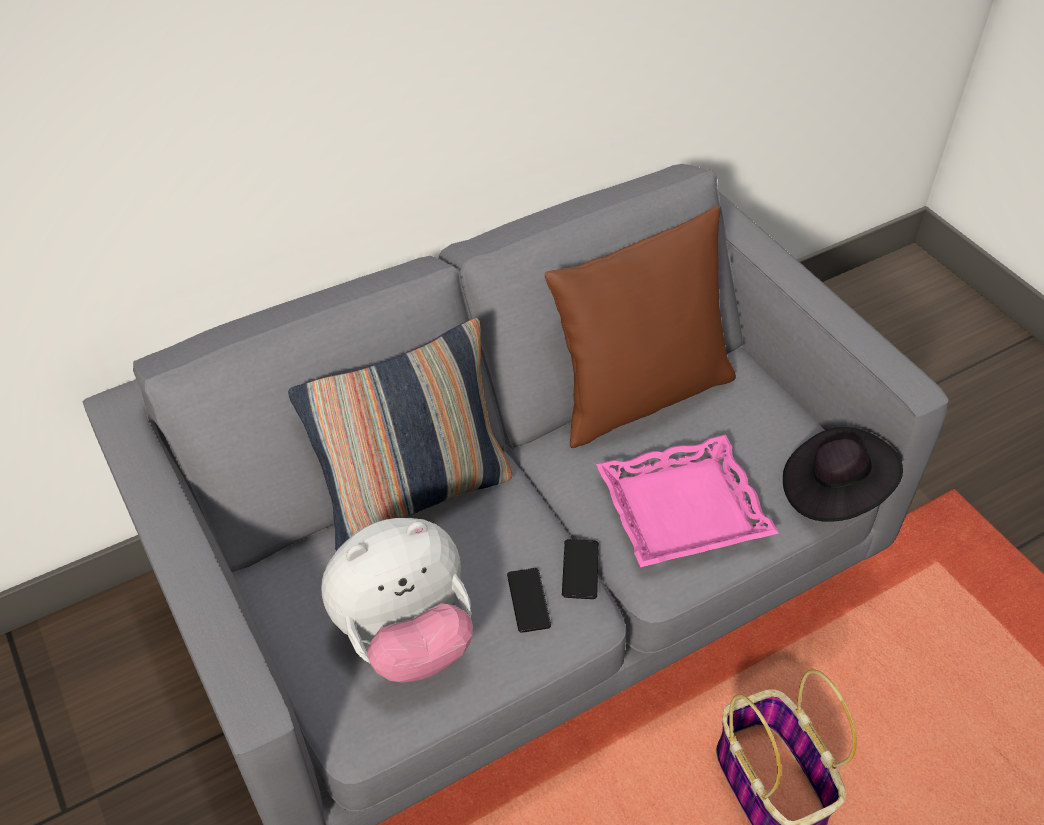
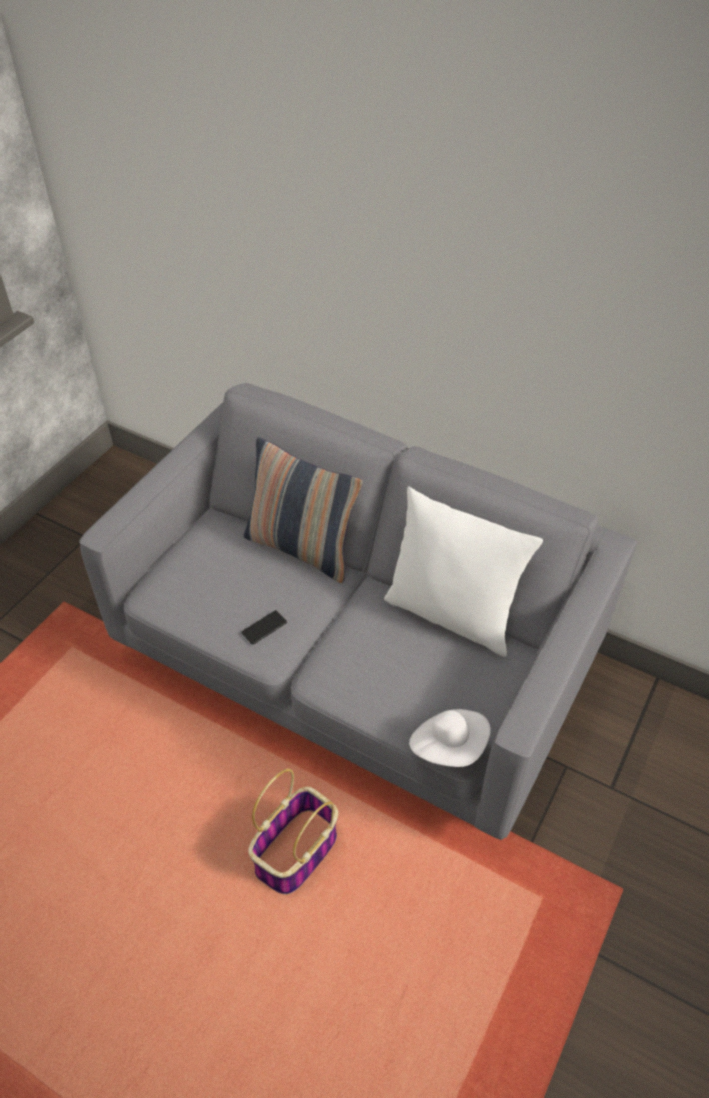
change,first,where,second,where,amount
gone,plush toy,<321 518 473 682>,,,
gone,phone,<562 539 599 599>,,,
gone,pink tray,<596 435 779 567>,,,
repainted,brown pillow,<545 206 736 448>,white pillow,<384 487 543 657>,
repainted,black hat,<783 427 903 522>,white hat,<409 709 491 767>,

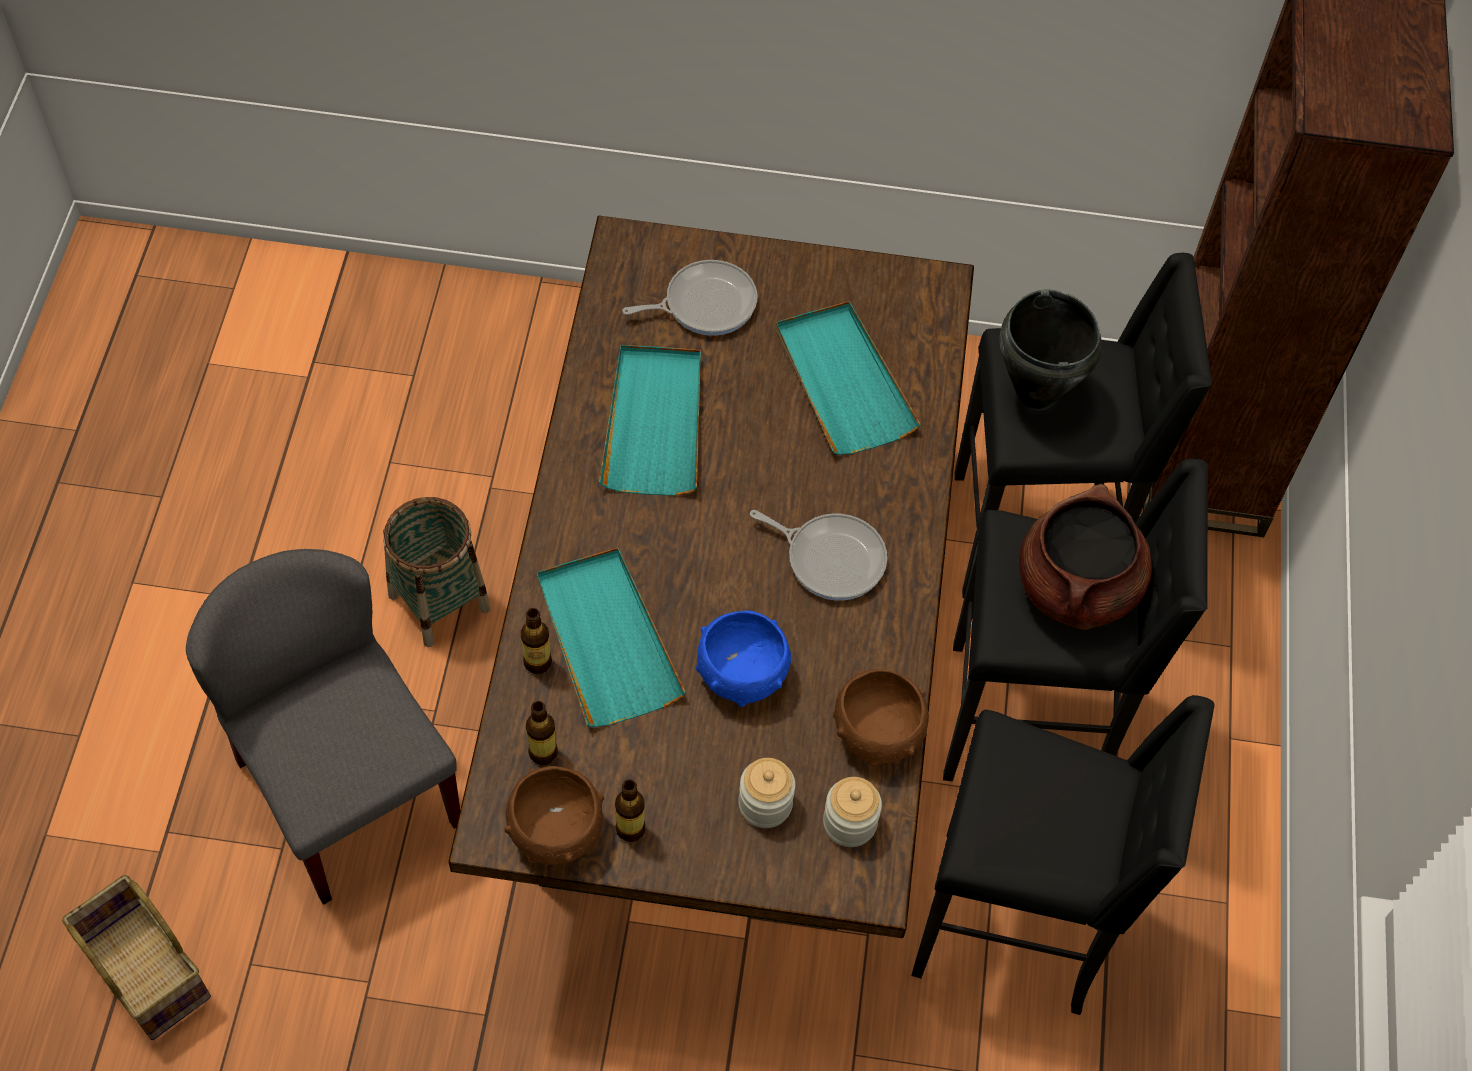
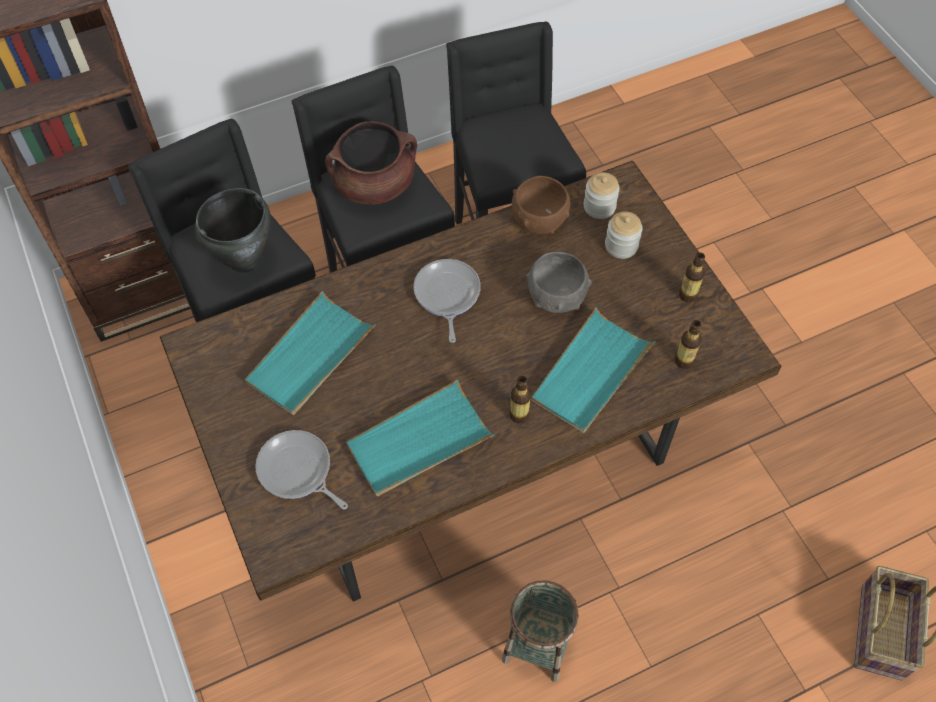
change,first,where,second,where,amount
gone,grey chair,<186 549 460 905>,,,
gone,brown bowl,<505 766 604 865>,,,
shifted,bottle,<521 608 552 674>,,<509 376 531 423>,
repainted,blue bowl,<696 610 791 707>,grey bowl,<526 251 592 313>,

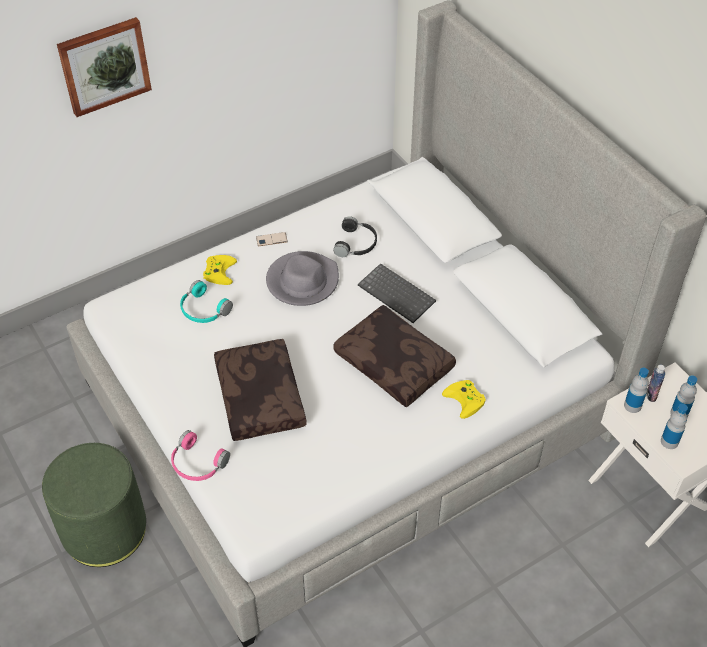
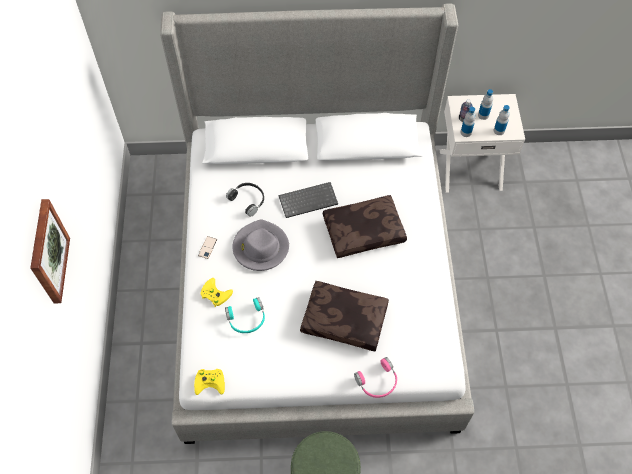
change,first,where,second,where,amount
shifted,yellow game controller,<442 380 486 419>,,<194 369 225 395>,

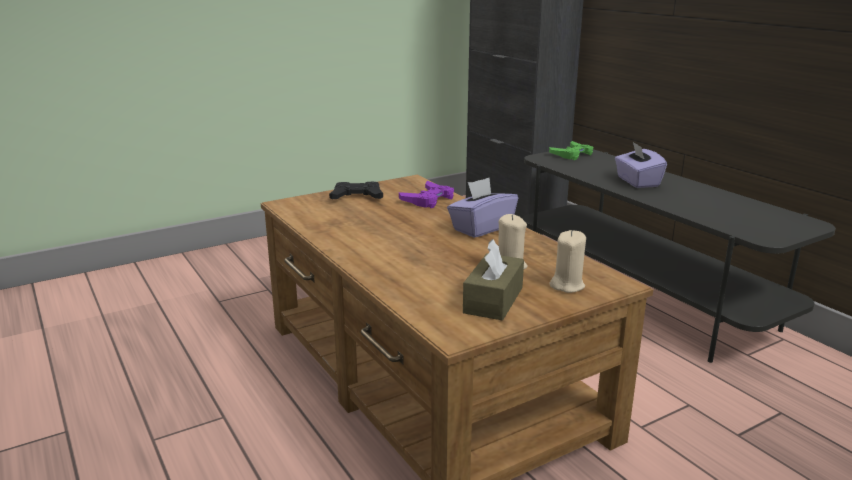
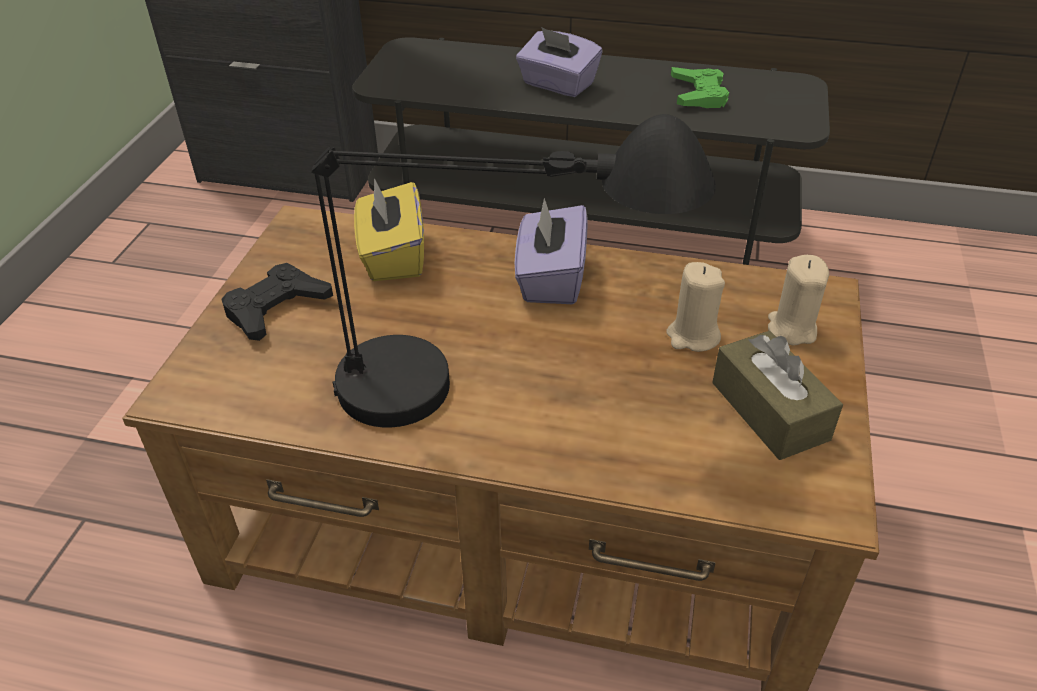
change,first,where,second,where,amount
new,,,black table lamp,<311 114 716 428>,
shifted,green game controller,<549 141 593 160>,,<671 67 729 108>,
swapped,purple game controller,<399 181 454 208>,yellow tissue box,<354 178 424 281>,

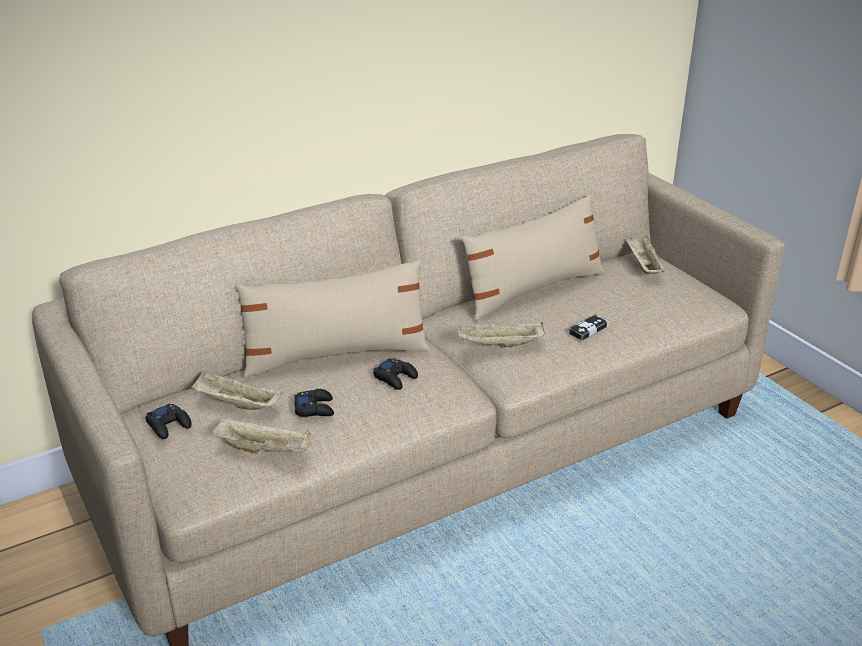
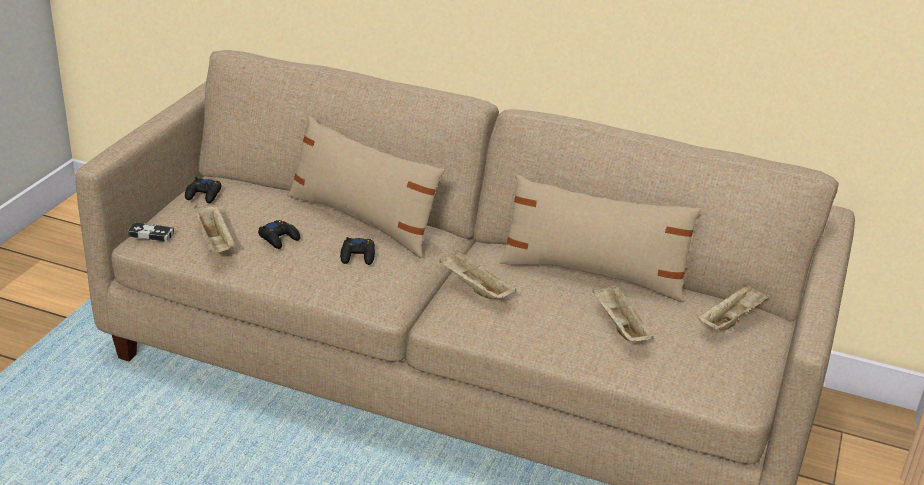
change,first,where,second,where,amount
shifted,beige tray,<191 371 283 410>,,<592 284 654 342>,
shifted,game controller,<569 314 609 341>,,<128 222 174 242>,

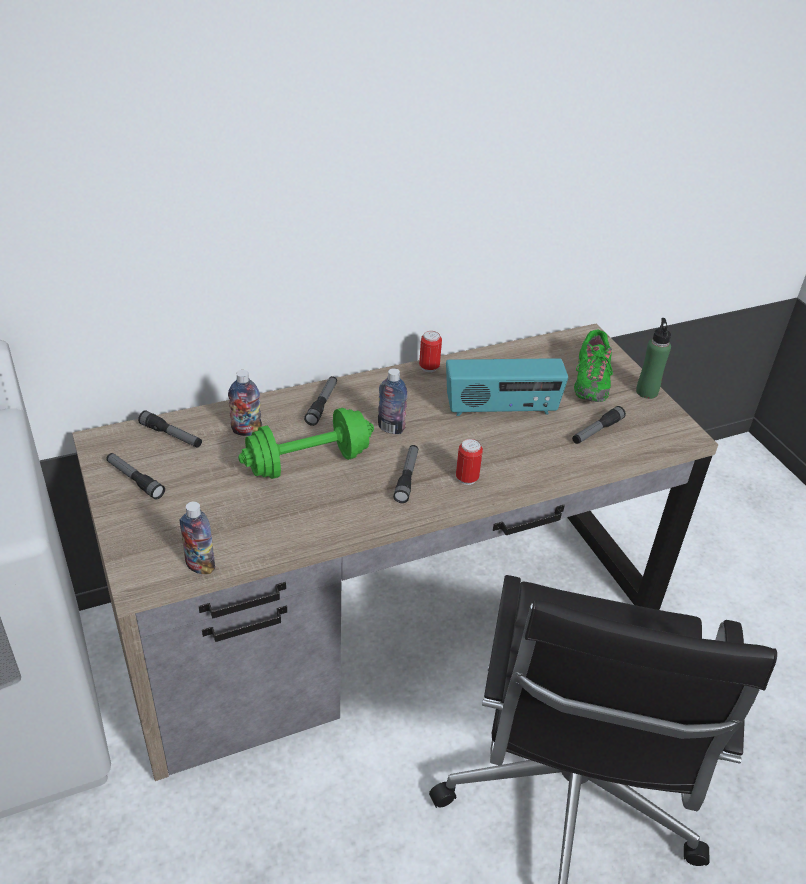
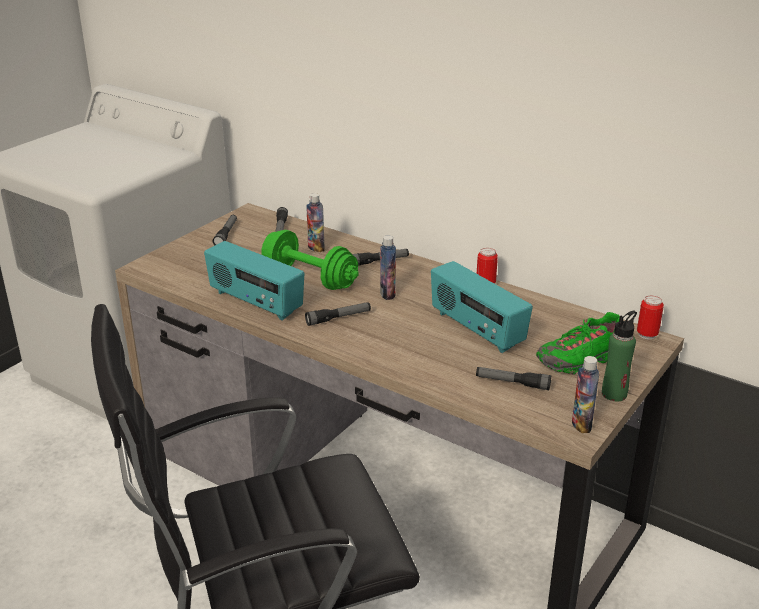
change,first,where,second,where,amount
new,,,radio,<204 241 304 321>,
shifted,bottle,<179 501 215 574>,,<572 356 599 433>,
shifted,can,<456 439 483 485>,,<637 296 664 340>,

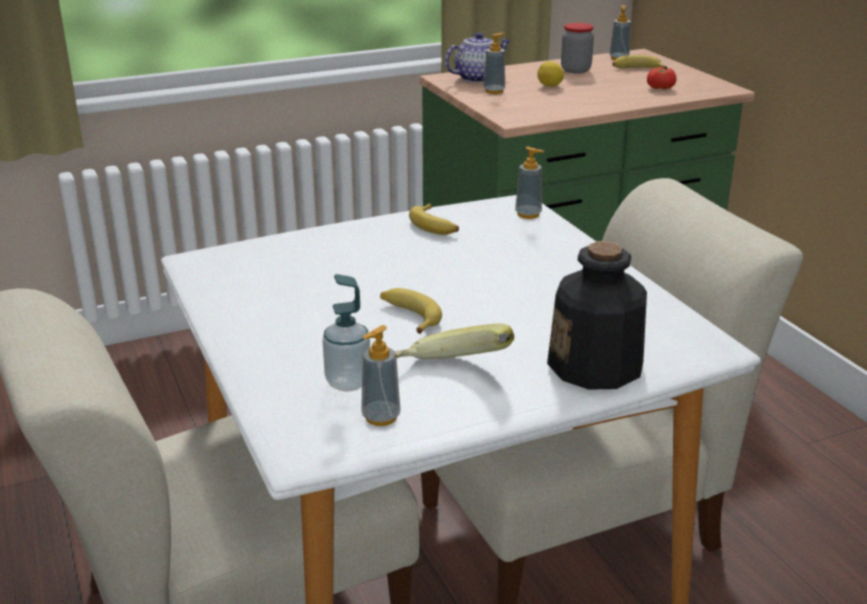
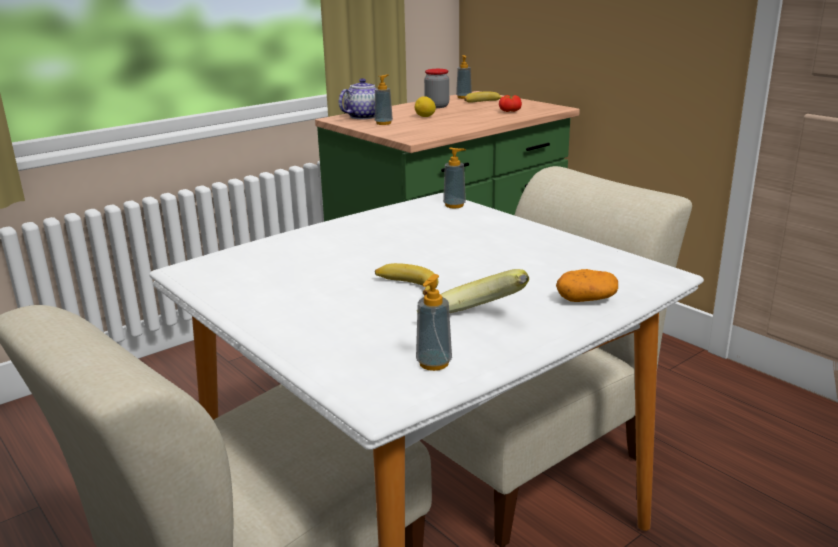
change,first,where,second,where,amount
gone,soap dispenser,<323 274 370 391>,,,
gone,banana,<409 204 459 235>,,,
swapped,bottle,<547 241 647 390>,potato,<556 269 618 302>,

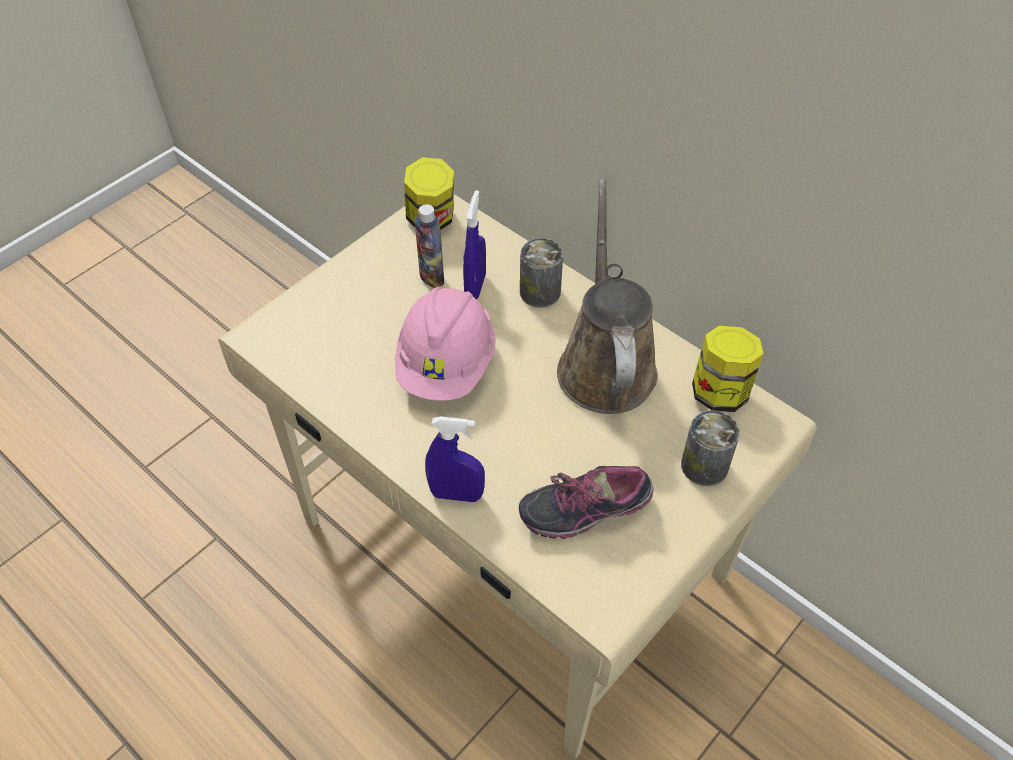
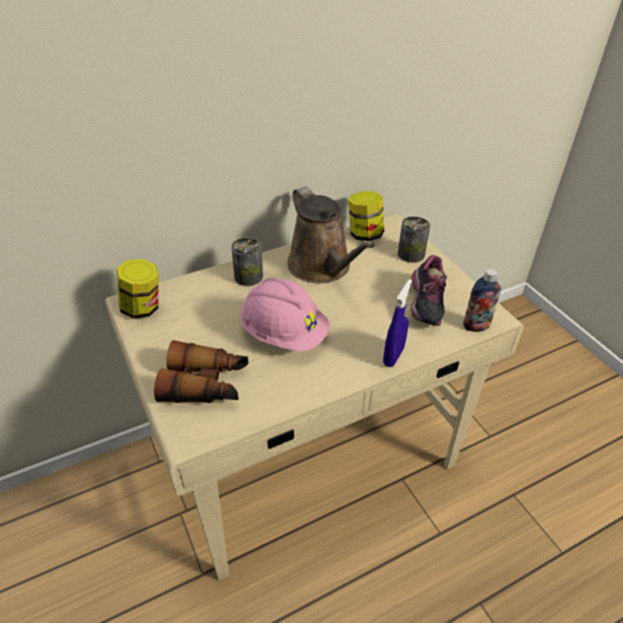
change,first,where,second,where,amount
gone,blue spray bottle,<463 190 486 299>,,,
new,,,binoculars,<154 340 248 403>,
shifted,bottle,<414 204 444 288>,,<463 268 501 332>,
rotated,brown watering can,<557 179 658 414>,,<287 186 375 283>,135 degrees counterclockwise

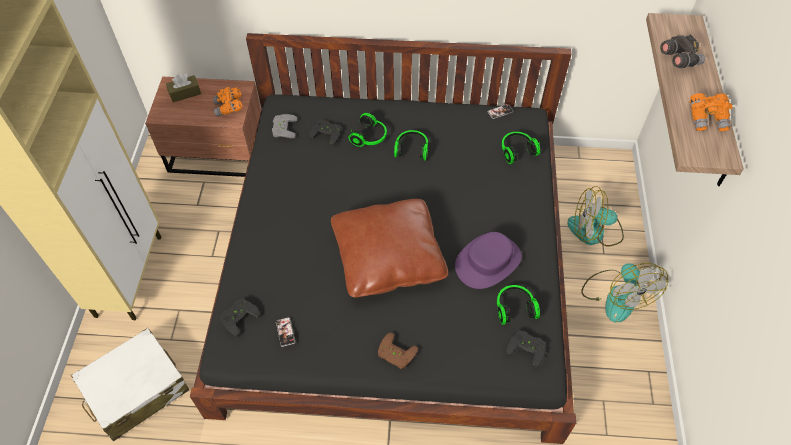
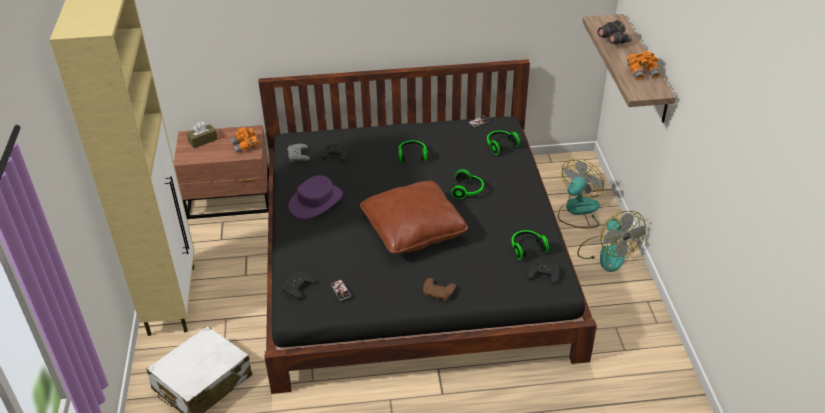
change,first,where,second,where,amount
shifted,headphones,<349 113 387 147>,,<451 169 484 199>,
shifted,purple hat,<455 232 522 289>,,<289 175 343 219>,
rotated,fan,<567 186 624 247>,,<558 159 604 229>,135 degrees clockwise

